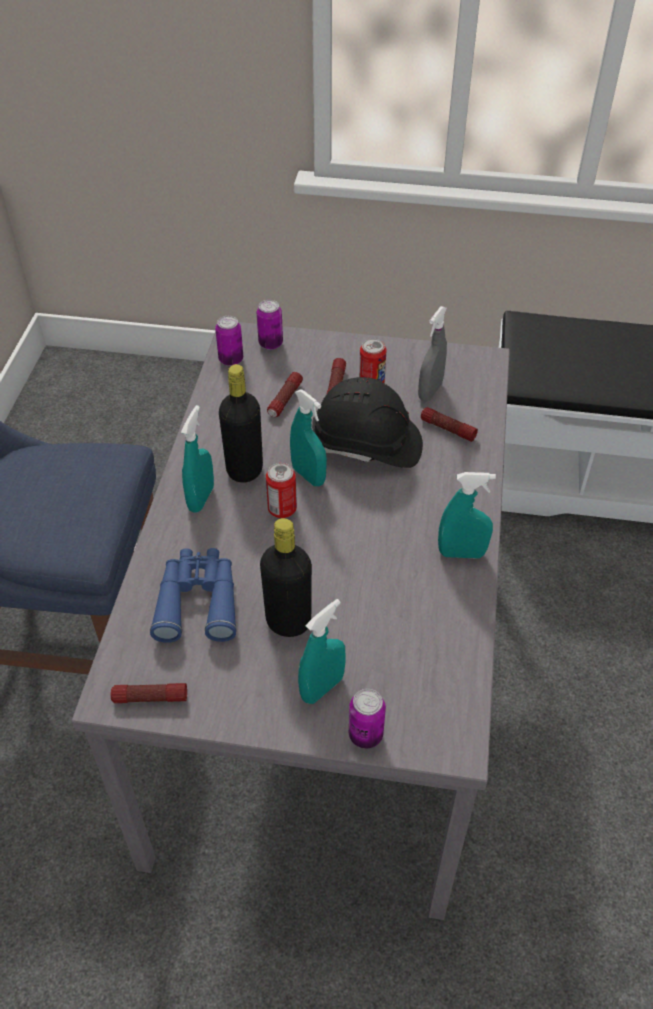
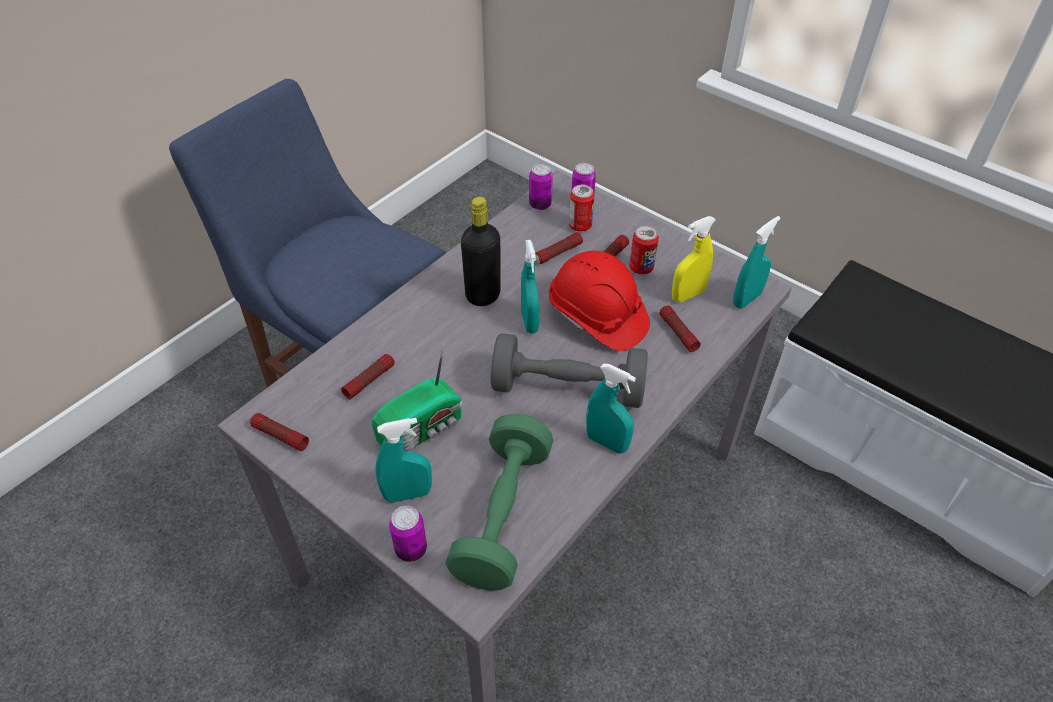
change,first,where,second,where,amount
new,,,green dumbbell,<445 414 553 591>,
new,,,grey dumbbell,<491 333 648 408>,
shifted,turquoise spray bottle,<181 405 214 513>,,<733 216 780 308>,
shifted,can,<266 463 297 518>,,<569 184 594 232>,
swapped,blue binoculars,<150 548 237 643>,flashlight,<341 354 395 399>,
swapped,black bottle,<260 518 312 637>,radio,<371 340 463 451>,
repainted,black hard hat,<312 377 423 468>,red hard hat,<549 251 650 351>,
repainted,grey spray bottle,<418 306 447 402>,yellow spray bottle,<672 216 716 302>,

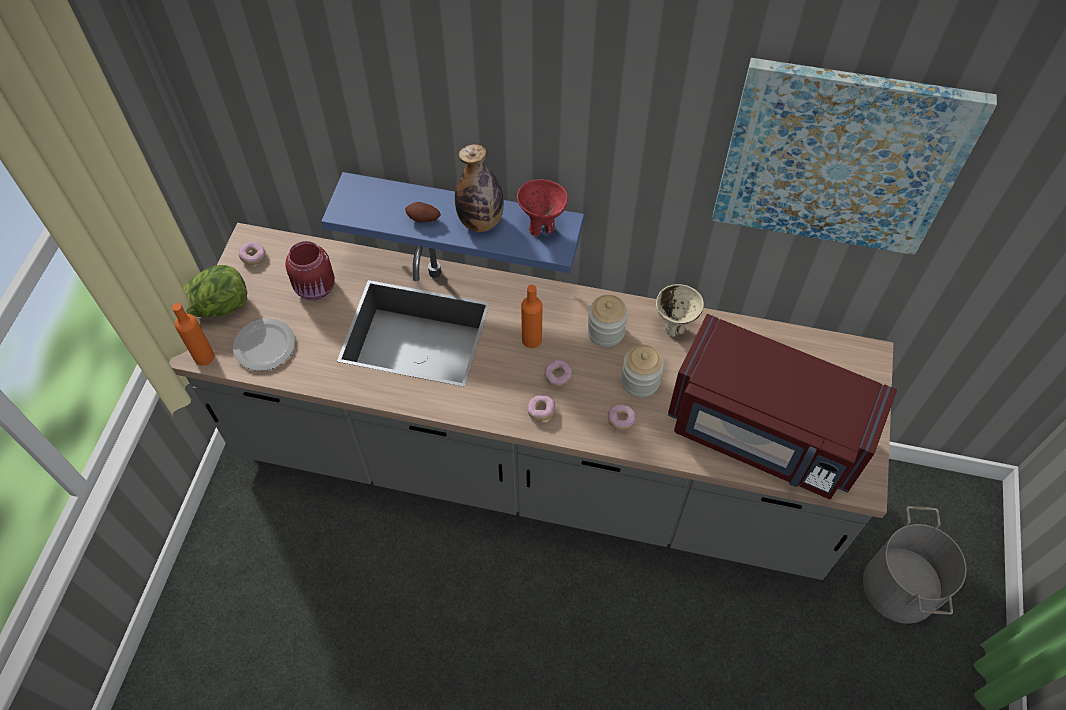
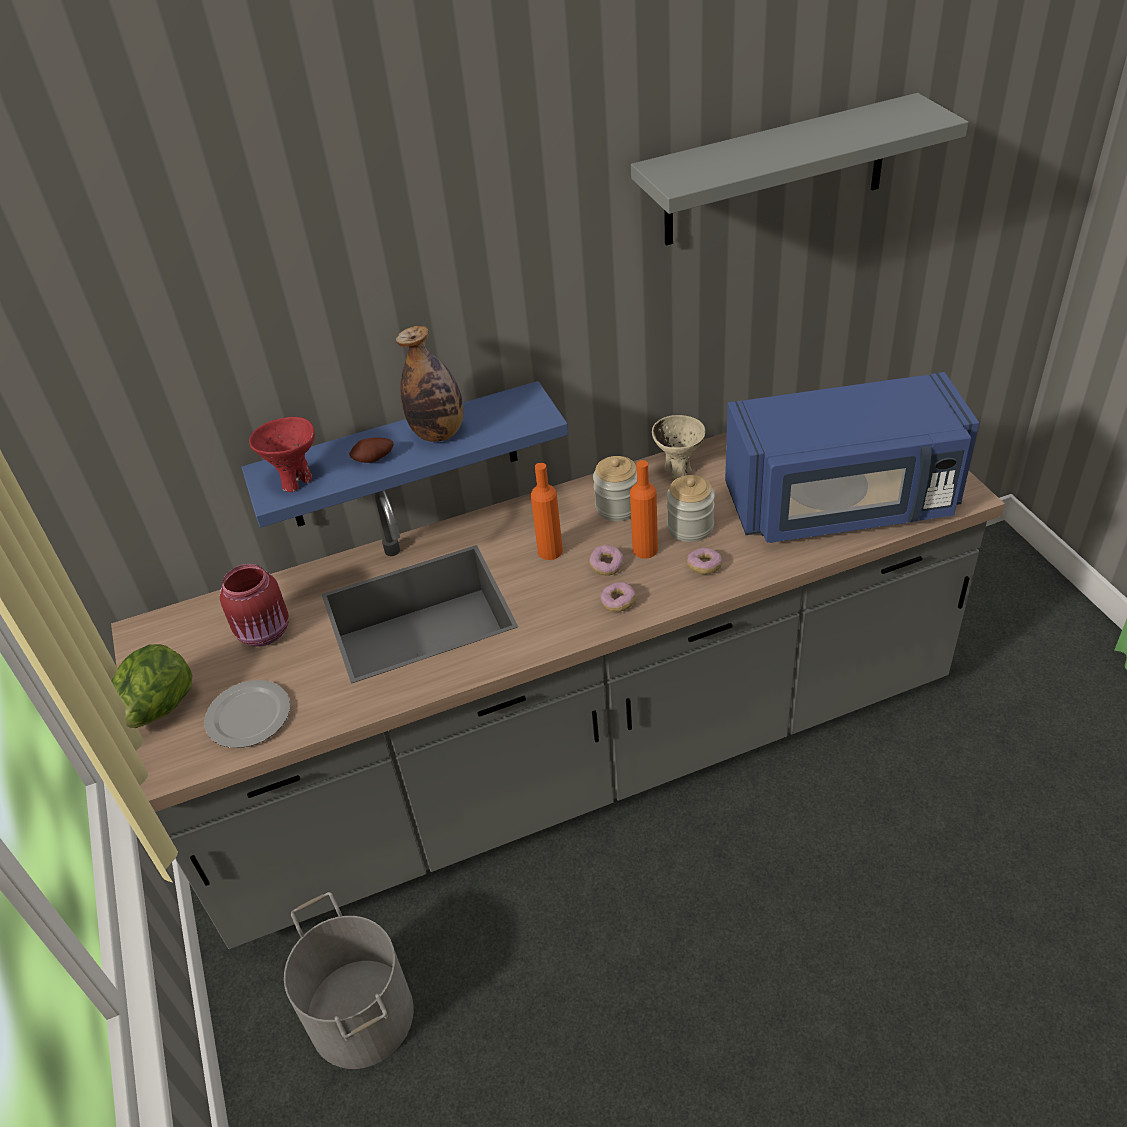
change,first,where,second,where,amount
gone,donut,<239 242 266 265>,,,
shifted,orange bottle,<172 303 215 366>,,<630 460 658 559>,
shifted,red bowl,<517 179 568 236>,,<249 417 315 492>,
shifted,grey bucket,<863 506 967 624>,,<284 892 414 1069>,
swapped,picture,<712 58 997 255>,grey shelf,<631 93 968 246>,
repainted,red microwave,<668 314 897 499>,blue microwave,<725 372 979 543>,

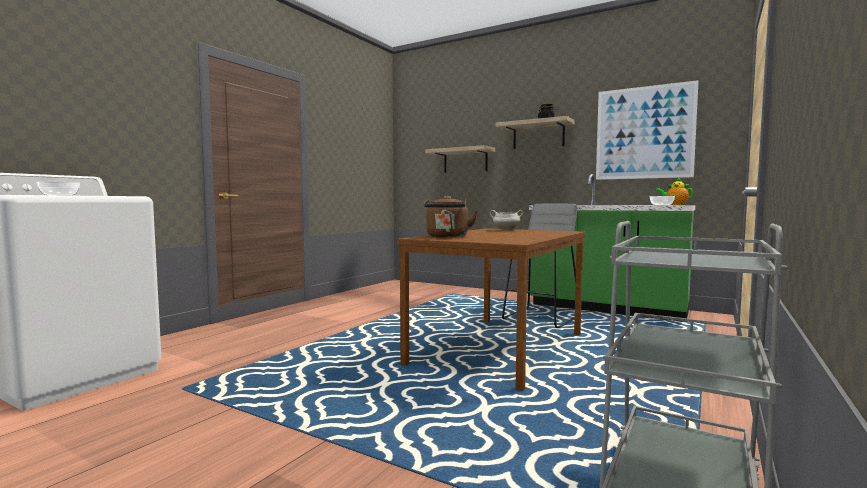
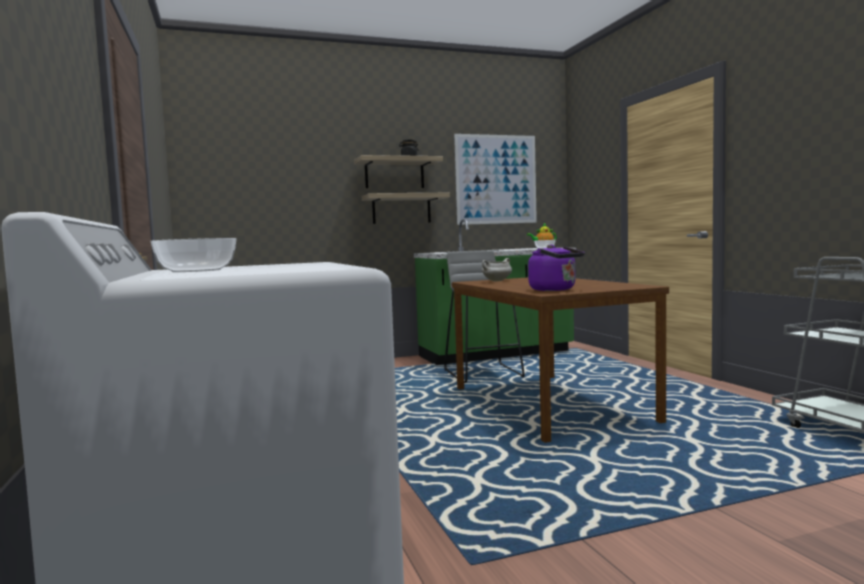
change,first,where,second,where,amount
shifted,shelf,<425 145 495 173>,,<362 193 450 224>,
repainted,brown kettle,<424 196 478 238>,purple kettle,<528 245 585 291>,

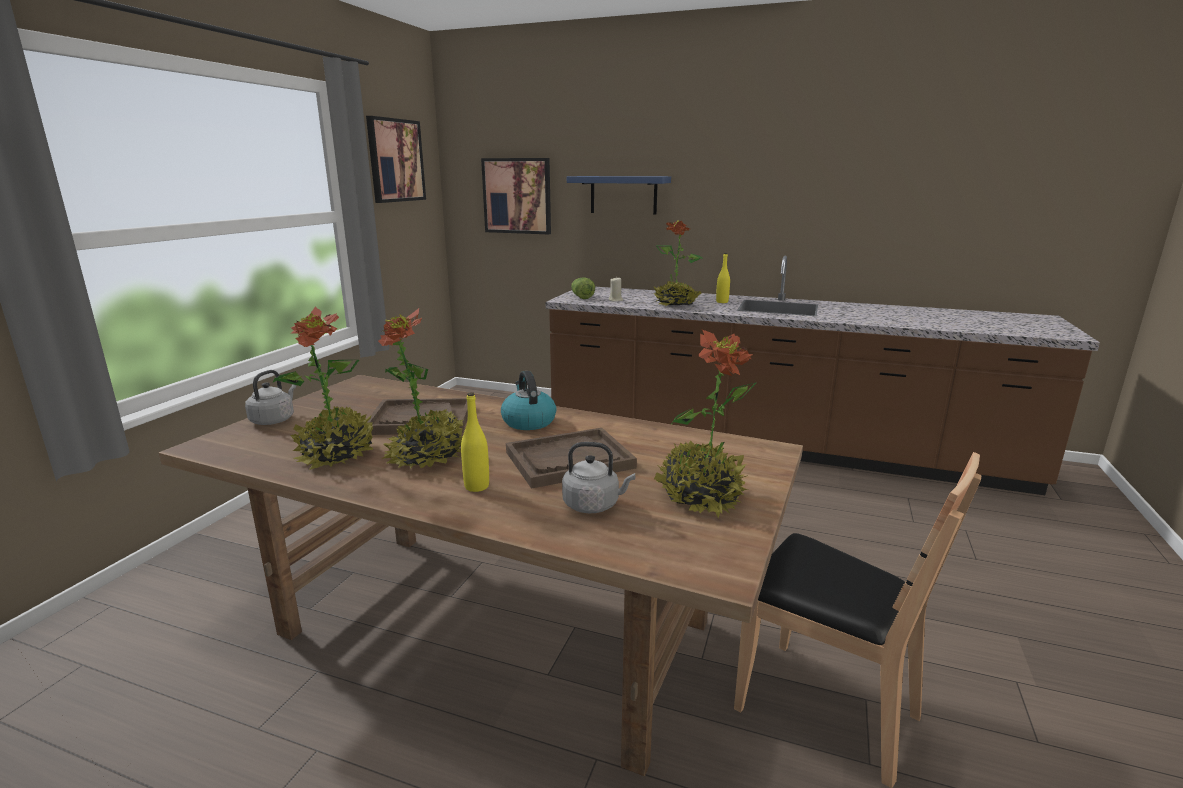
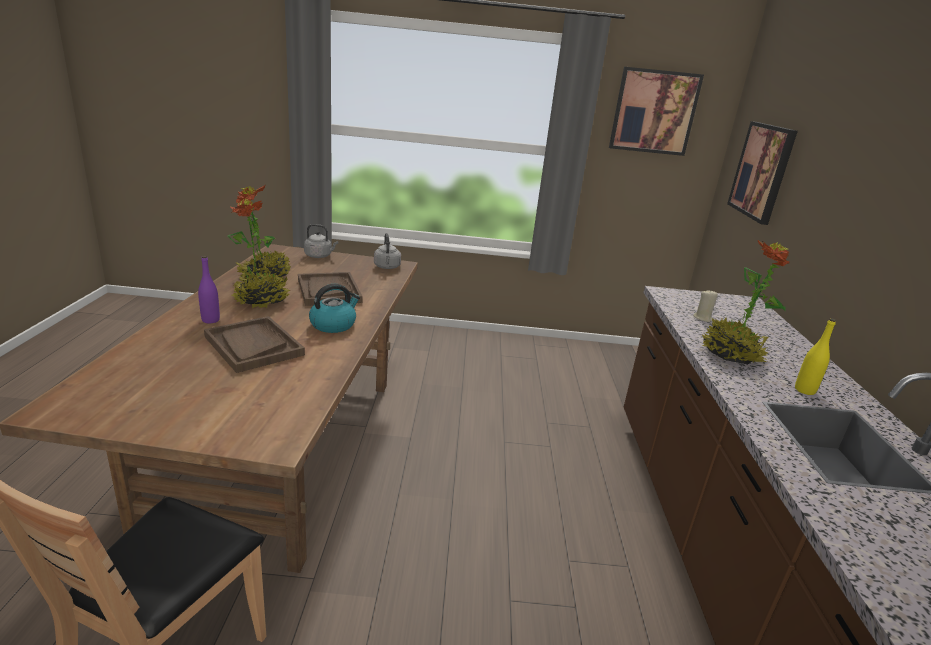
change,first,where,second,where,amount
gone,blue shelf,<567 176 671 215>,,,
gone,lettuce,<571 277 595 299>,,,
gone,potted plant,<654 330 757 518>,,,
shifted,grey kettle,<562 442 635 513>,,<374 233 401 269>,
repainted,yellow bottle,<461 392 489 492>,purple bottle,<198 256 220 323>,

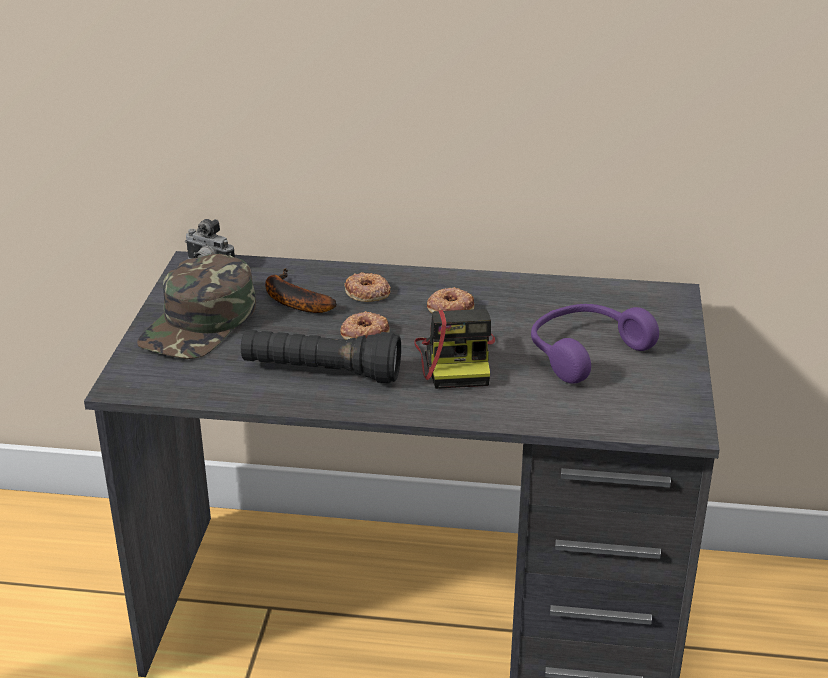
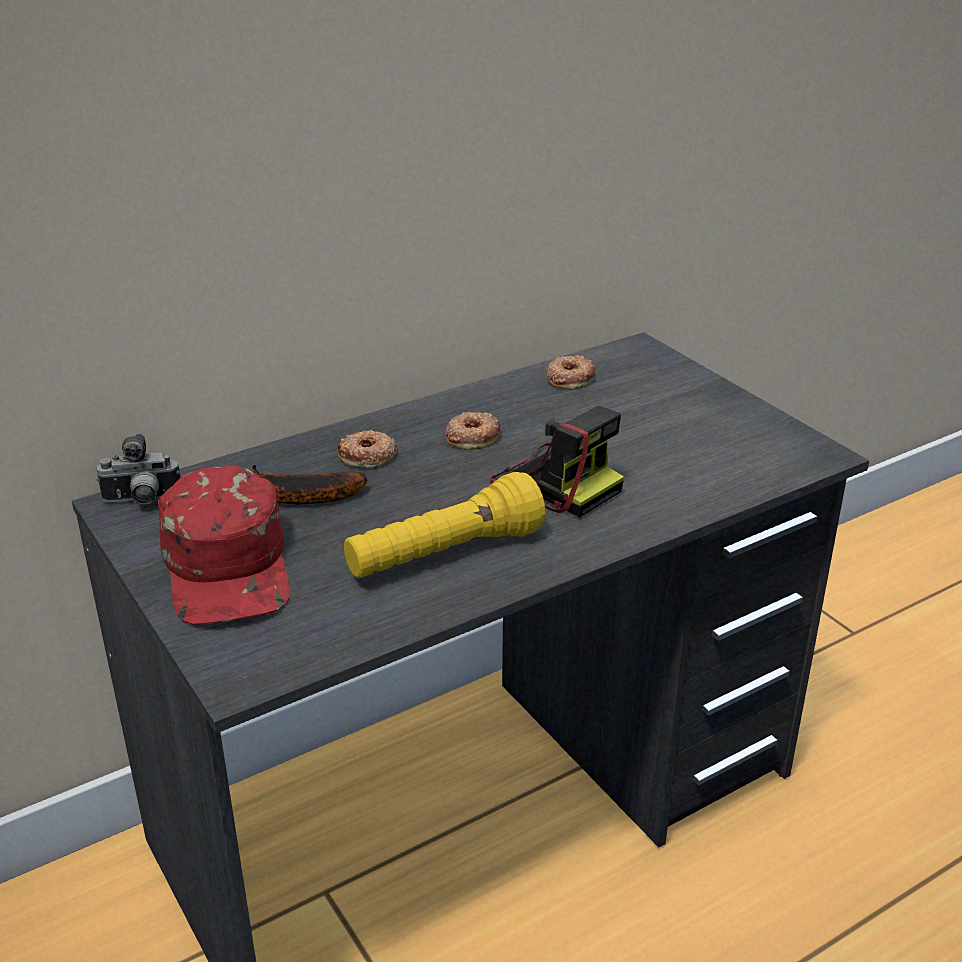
change,first,where,second,where,amount
gone,purple headphones,<531 304 659 384>,,,
shifted,donut,<340 311 390 340>,,<546 355 595 389>,
repainted,green cap,<137 254 256 359>,red cap,<158 465 290 625>,
repainted,black flashlight,<241 330 401 384>,yellow flashlight,<344 472 546 578>,

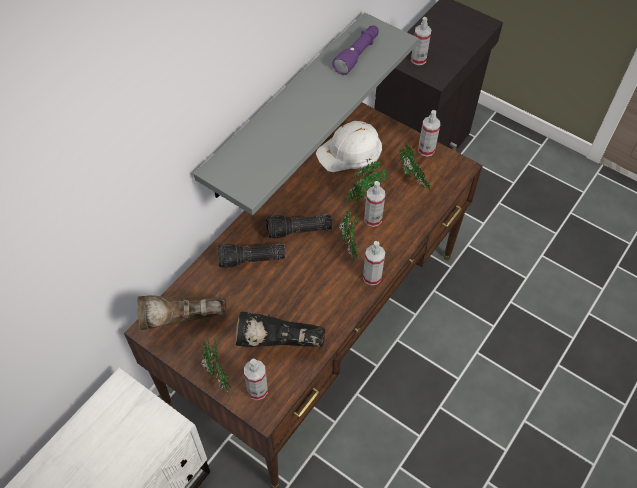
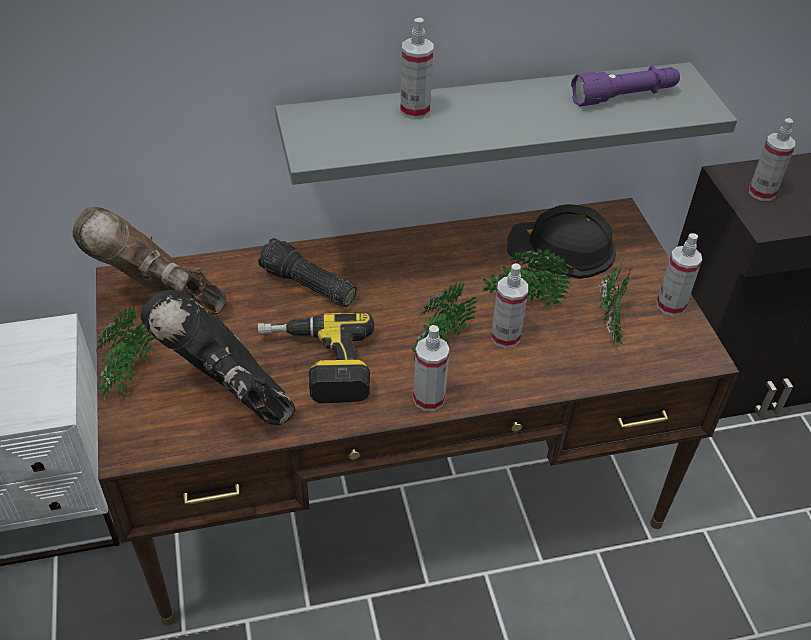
change,first,where,second,where,amount
gone,flashlight,<266 214 332 239>,,,
new,,,power drill,<258 312 374 404>,
shifted,spray bottle,<244 358 268 400>,,<400 18 433 119>,
repainted,white hard hat,<316 121 382 172>,black hard hat,<507 204 616 279>,

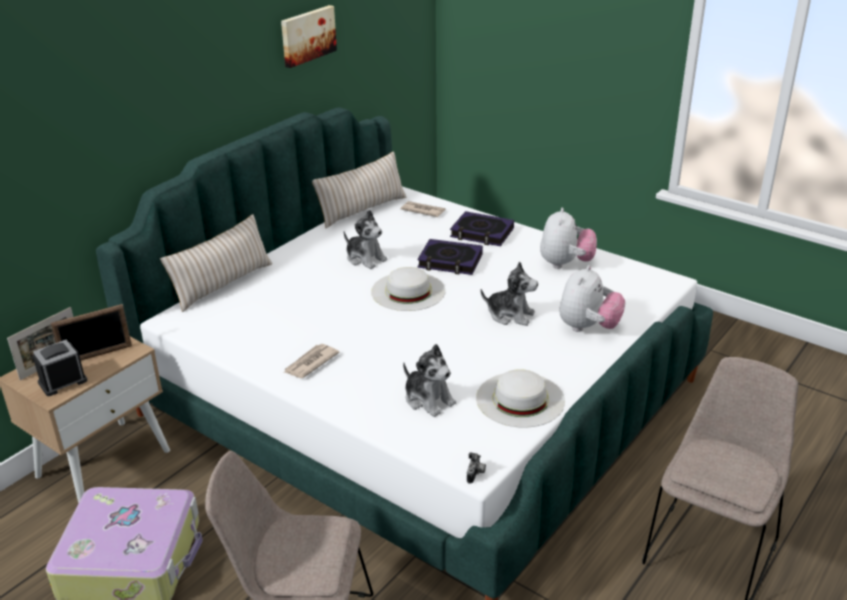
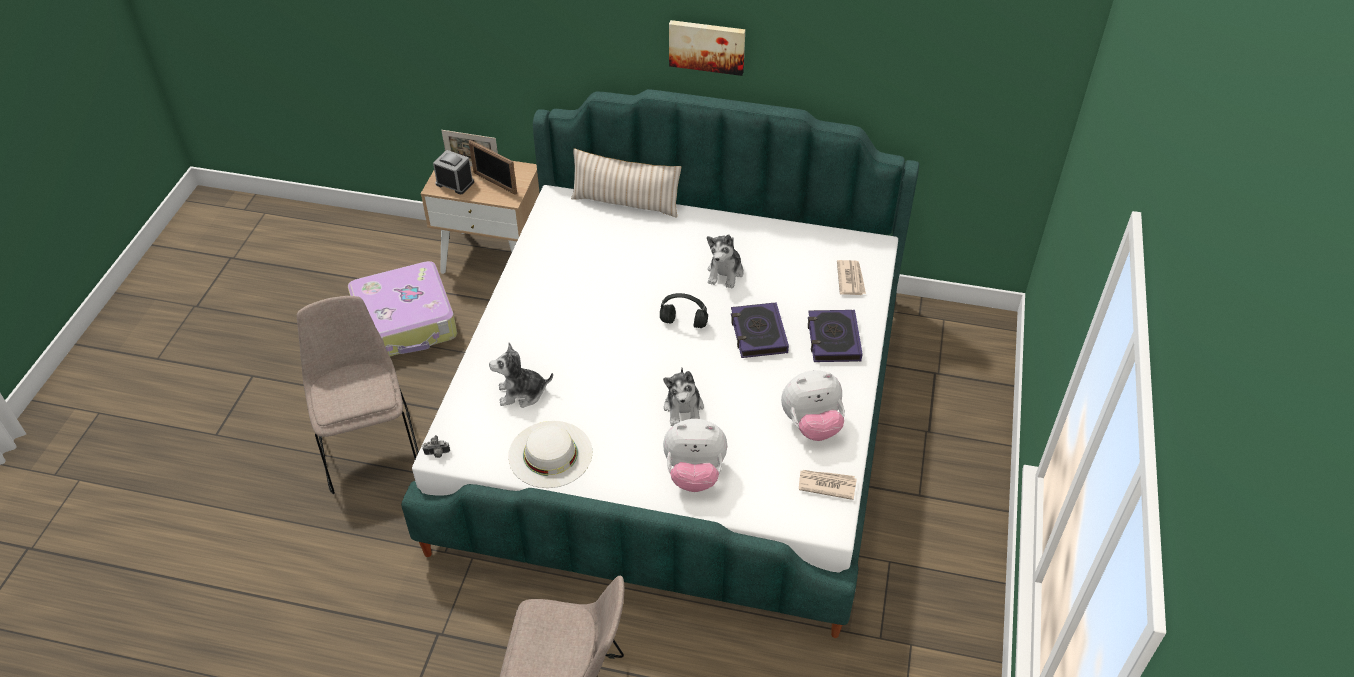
change,first,where,second,where,amount
gone,beige pillow,<312 151 406 228>,,,
shifted,picture,<281 5 337 68>,,<669 20 745 76>,
shifted,newspaper,<283 344 340 378>,,<799 470 857 500>,
swapped,white hat,<371 267 446 311>,black headphones,<660 293 708 328>,
rotated,plush toy,<403 344 456 417>,,<489 342 553 408>,60 degrees clockwise

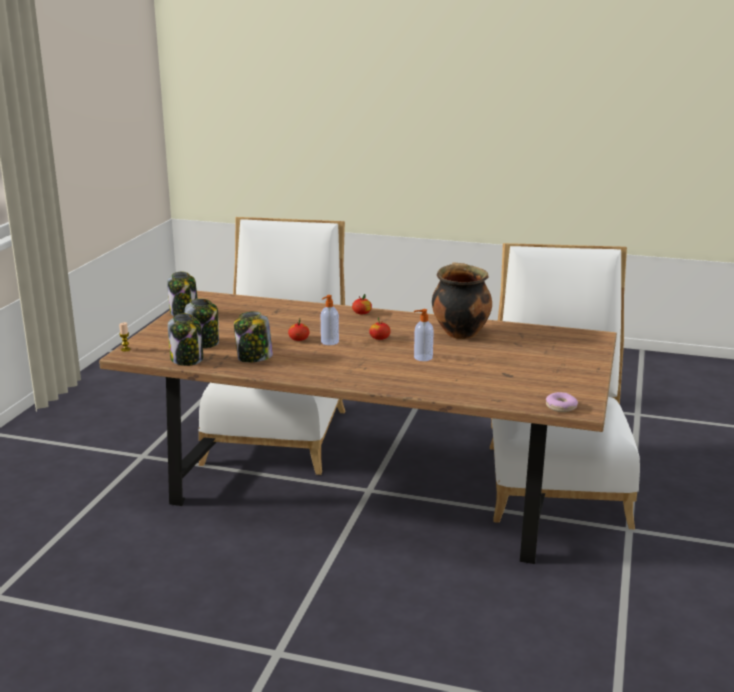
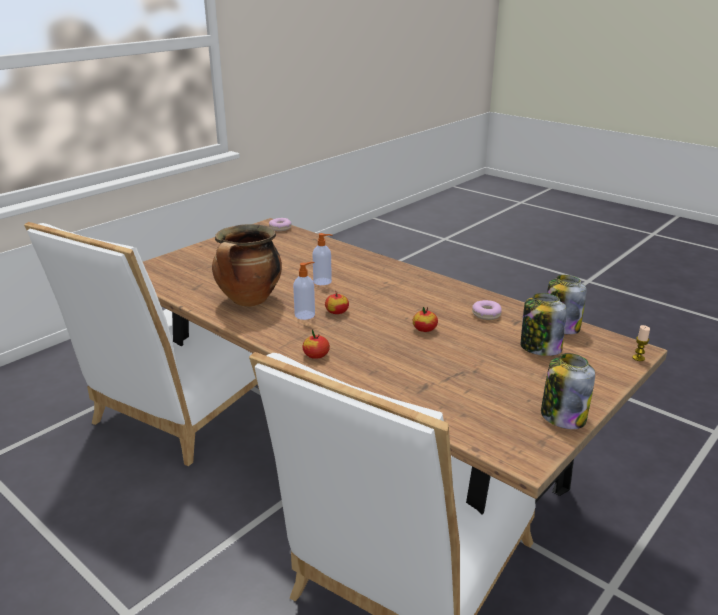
change,first,where,second,where,amount
shifted,soap dispenser,<321 295 339 345>,,<293 262 315 320>,
swapped,jar,<234 311 273 362>,donut,<472 300 502 320>,

